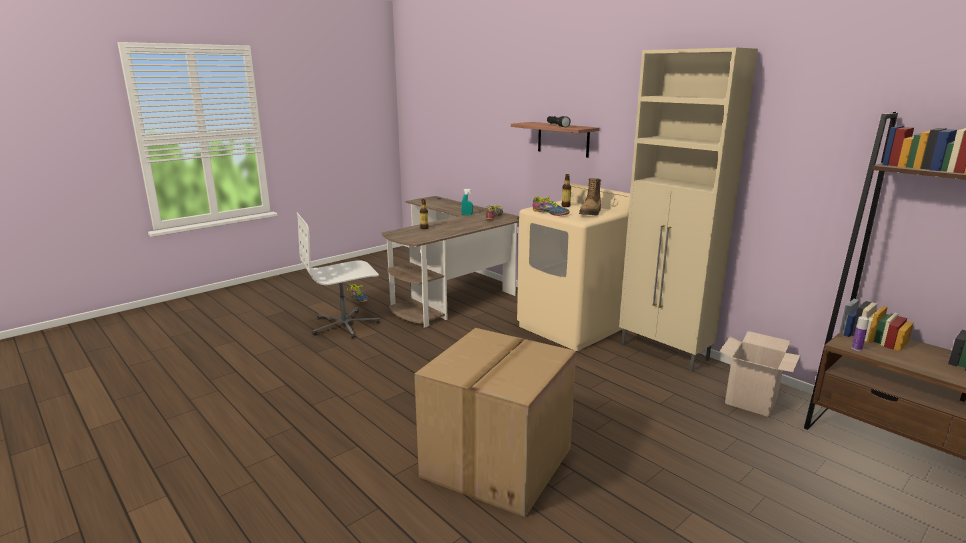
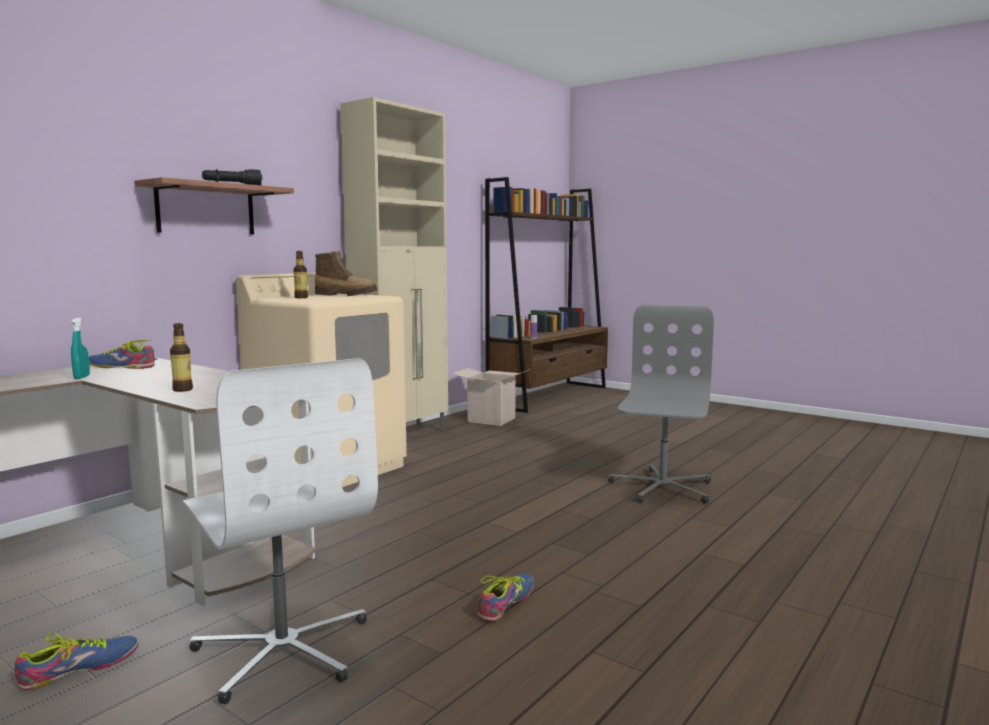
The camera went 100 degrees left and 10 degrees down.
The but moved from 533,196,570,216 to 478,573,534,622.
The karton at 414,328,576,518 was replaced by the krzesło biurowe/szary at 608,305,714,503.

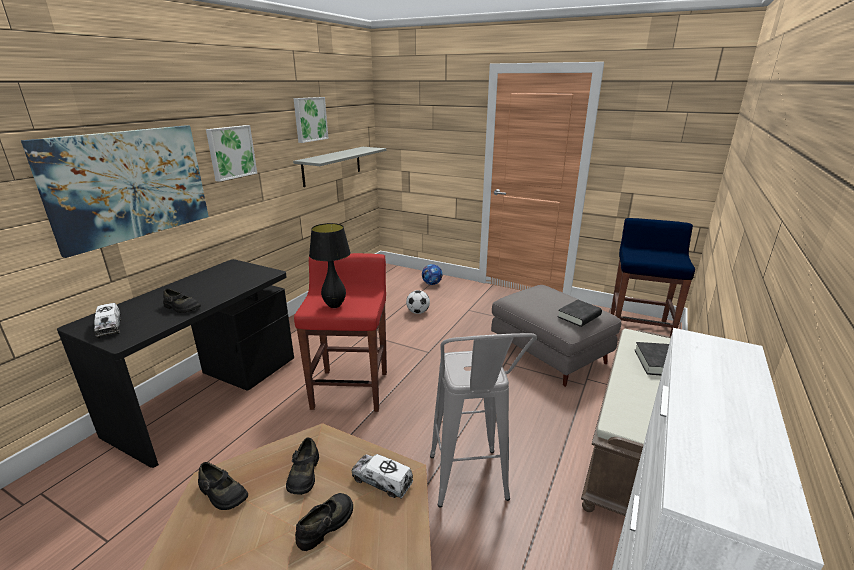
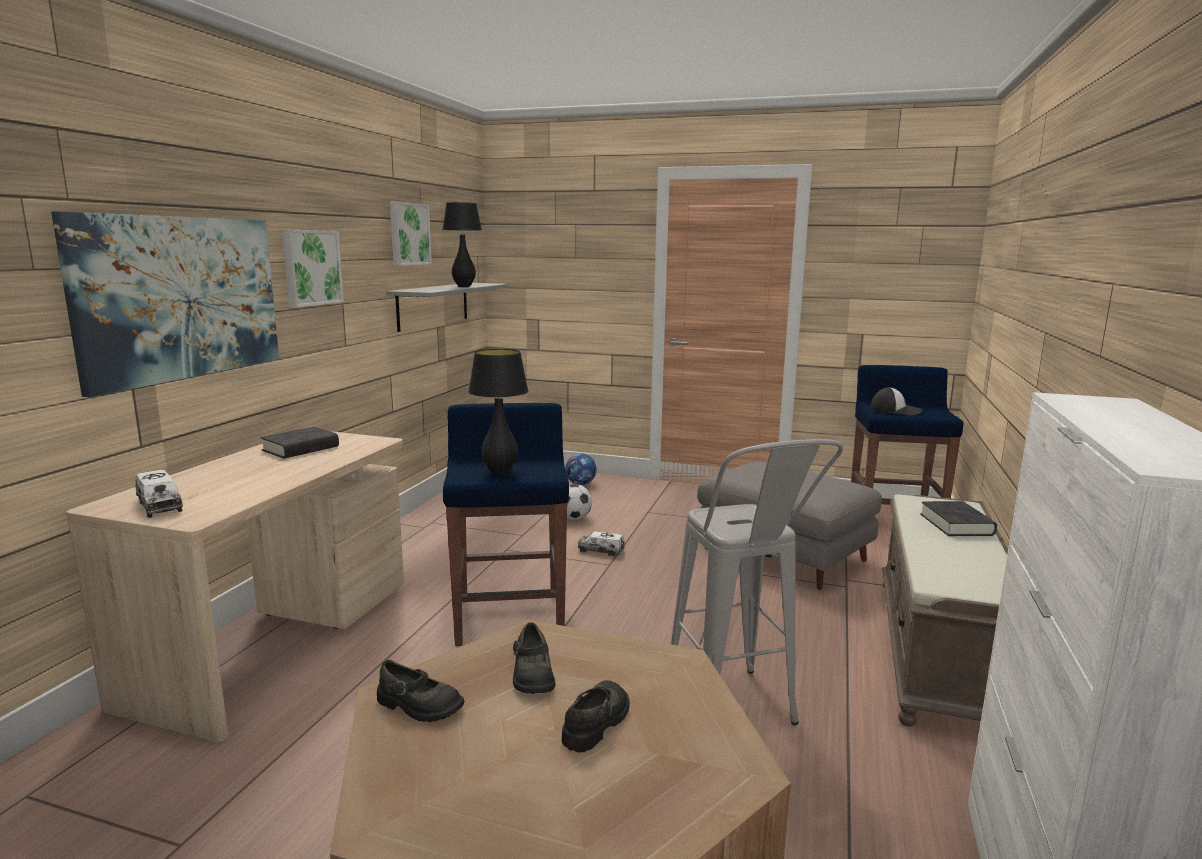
The camera went 10 degrees left and 10 degrees down.
The but/czarny at 163,288,201,313 disappeared.
The lampa stołowa/czarny at 442,202,482,287 appeared.
The czapka z daszkiem at 870,387,922,415 appeared.
The ciężarówka zabawkowa moved from 352,454,413,499 to 578,531,625,556.
The książka/czarny moved from 558,300,602,327 to 260,427,339,459.
The biurko/czarny at 57,259,294,468 became the biurko/beżowy at 66,432,404,742.
The stołek/czerwony at 294,253,387,412 became the stołek/niebieski at 443,403,569,646.

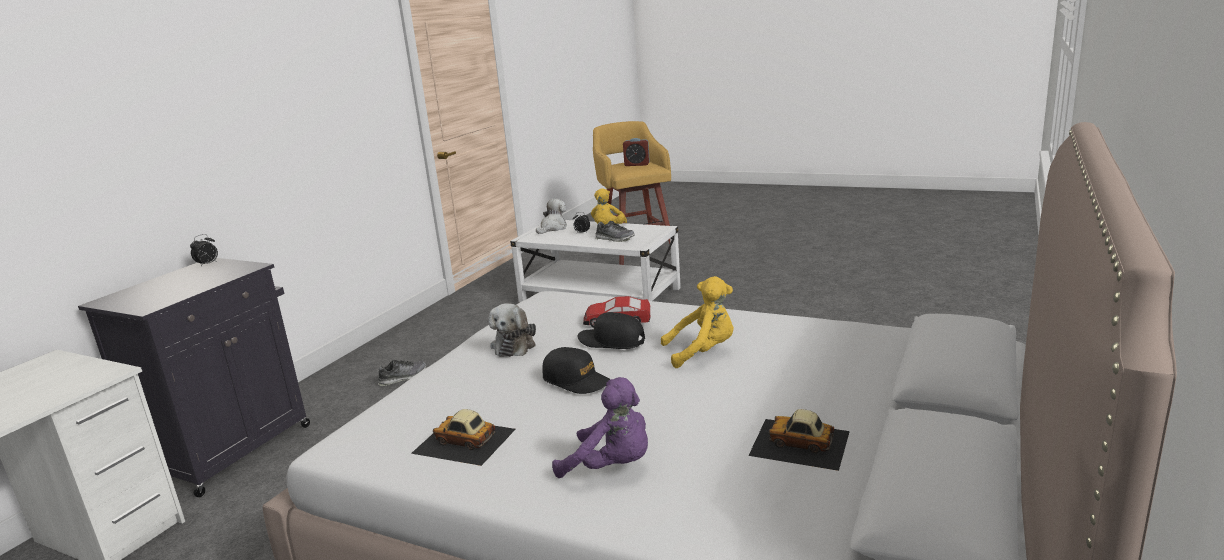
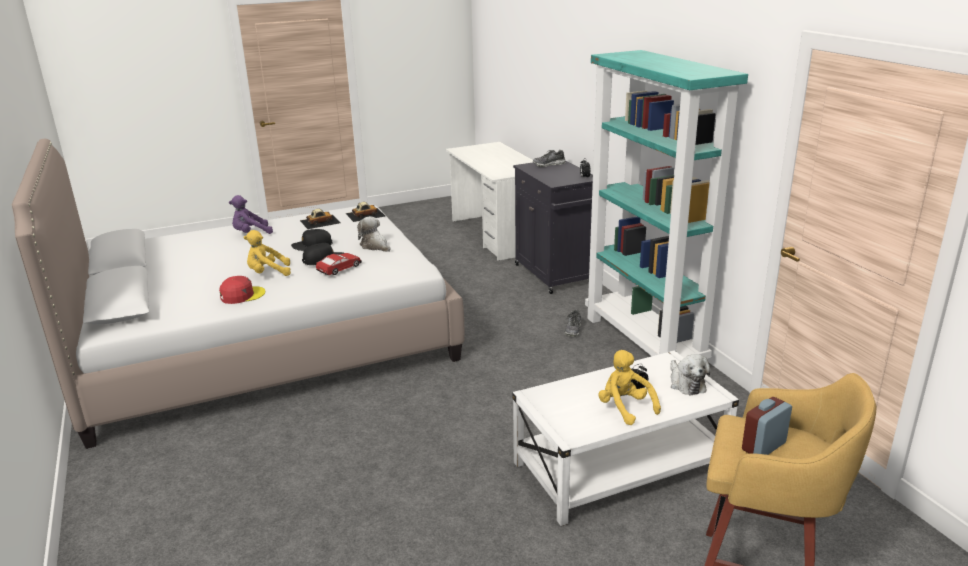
The camera went 130 degrees right and 5 degrees up.
The czapka z daszkiem/czerwony at 219,276,266,304 appeared.
The regał/turkusowy at 585,50,748,359 appeared.
The but moved from 595,221,635,242 to 533,150,566,167.
The samochodzik moved from 748,409,850,471 to 345,202,385,222.
The pluszak/żółty at 661,276,734,368 turned 45 degrees clockwise.

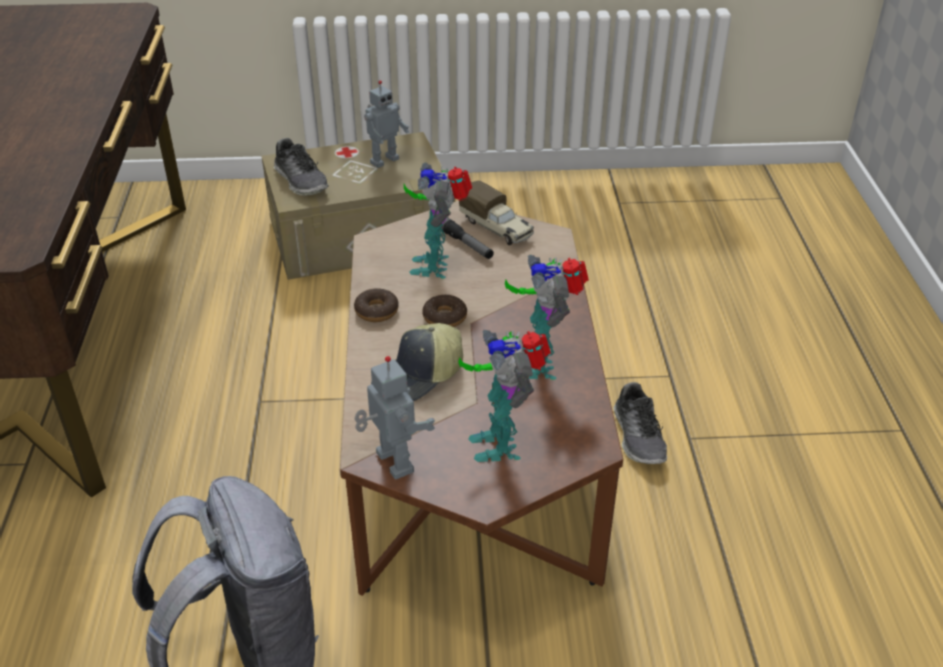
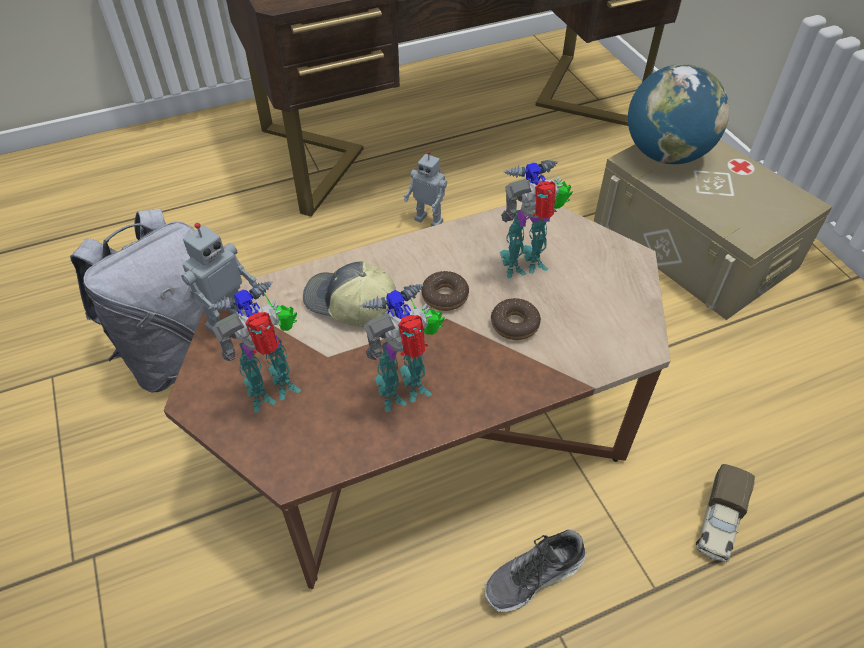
The camera went 70 degrees right and 10 degrees up.
The latarka at 441,217,494,259 disappeared.
The donut moved from 354,288,399,322 to 491,298,541,340.
The robot zabawkowy moved from 364,80,409,168 to 404,151,447,226.
The ciężarówka zabawkowa moved from 459,180,534,245 to 696,464,755,562.
The but at 274,138,329,196 was replaced by the globus at 628,64,730,164.

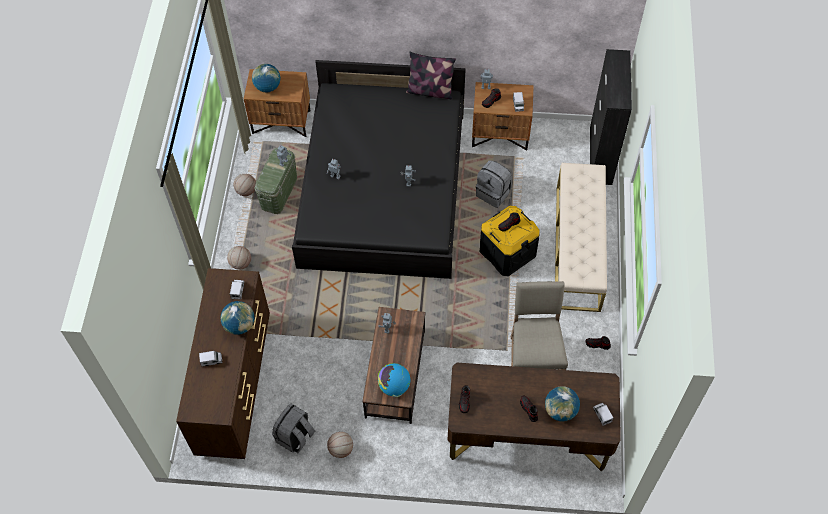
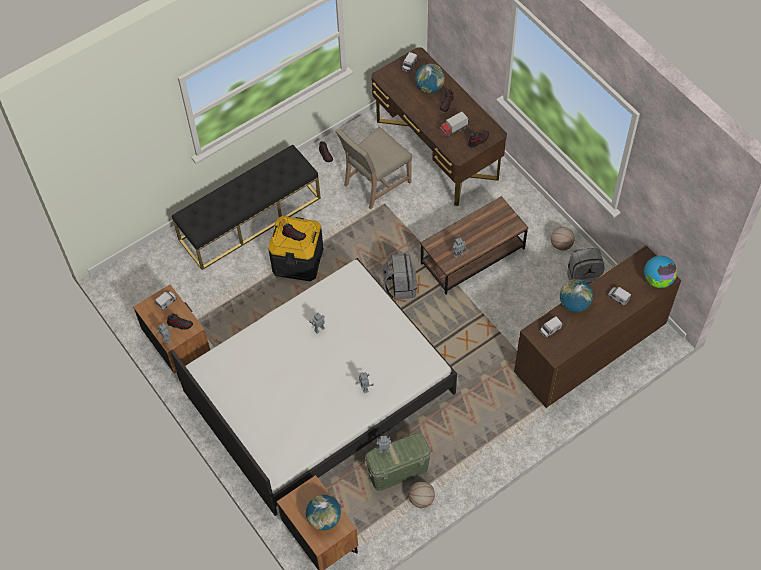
The camera went 130 degrees left and 0 degrees up.
The piłka do koszykówki at 227,246,251,270 disappeared.
The poduszka at 406,51,456,99 disappeared.
The szafka/czarny at 590,49,632,185 disappeared.
The ciężarówka zabawkowa at 439,112,468,138 appeared.
The globus moved from 378,363,410,397 to 644,256,677,288.
The plecak/szary moved from 476,160,512,208 to 383,254,417,300.
The łóżko/czarny at 292,60,466,279 became the łóżko/biały at 170,258,457,516.
The ławka/beżowy at 555,163,607,312 became the ławka/czarny at 172,144,321,270.

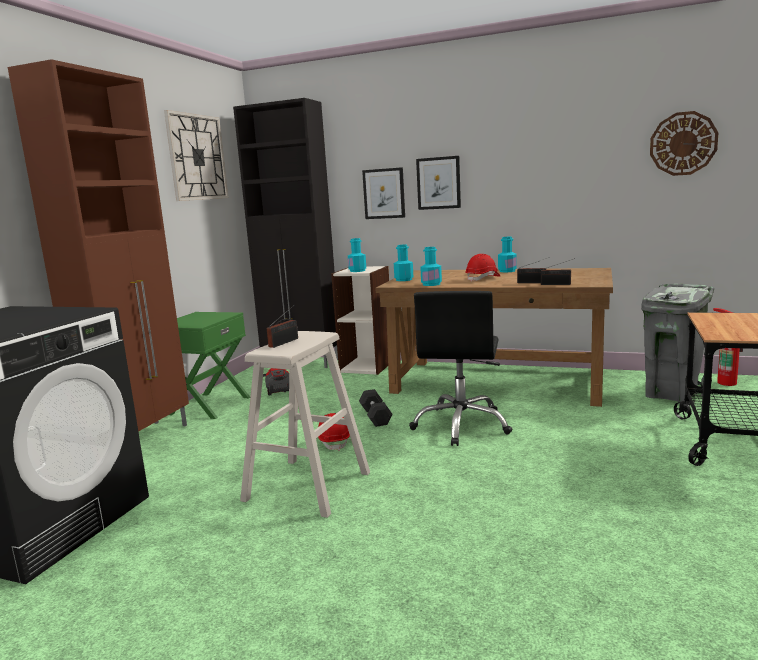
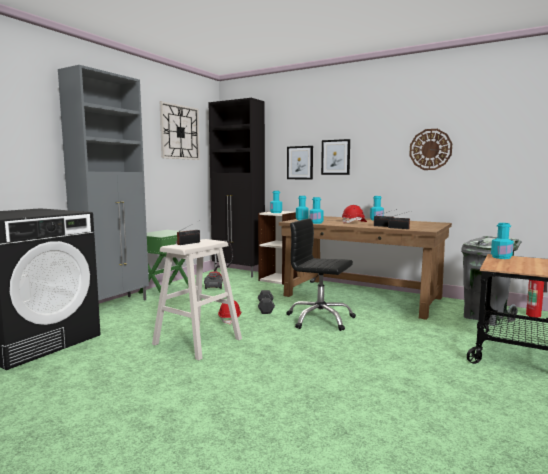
The camera went 10 degrees right and 5 degrees down.
The butelka/turkusowy at 491,223,514,259 appeared.
The zegar ścienny moved from 650,111,718,176 to 409,129,452,170.
The szafka/brązowy at 8,59,189,432 became the szafka/szary at 58,65,149,300.
The krzesło biurowe/czarny at 409,291,512,446 turned 90 degrees clockwise.

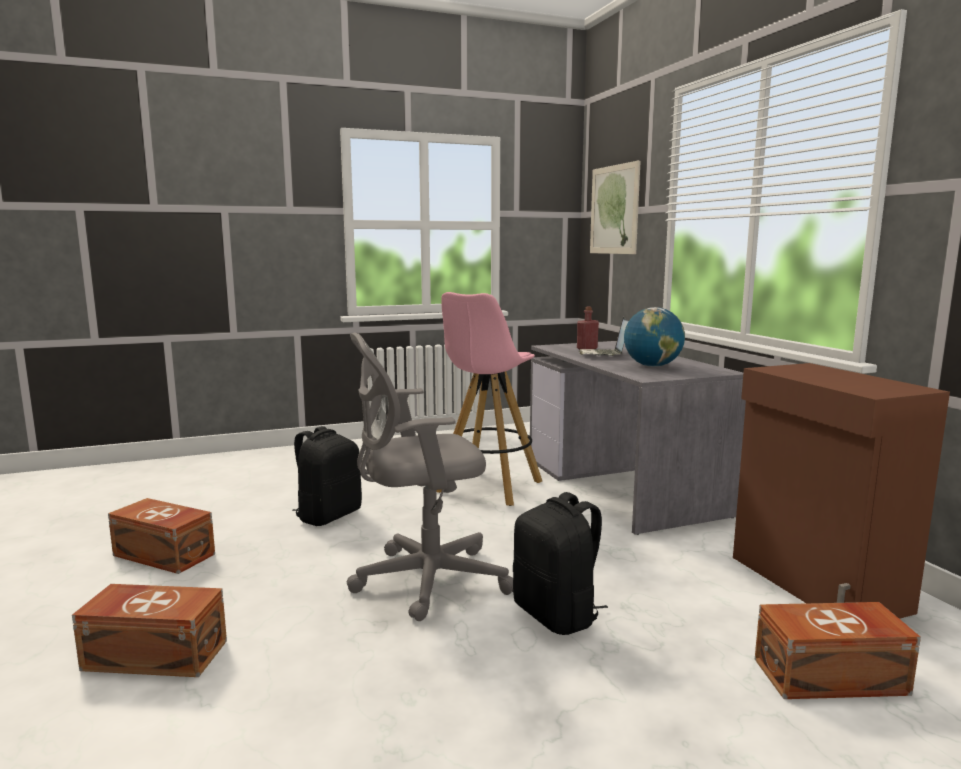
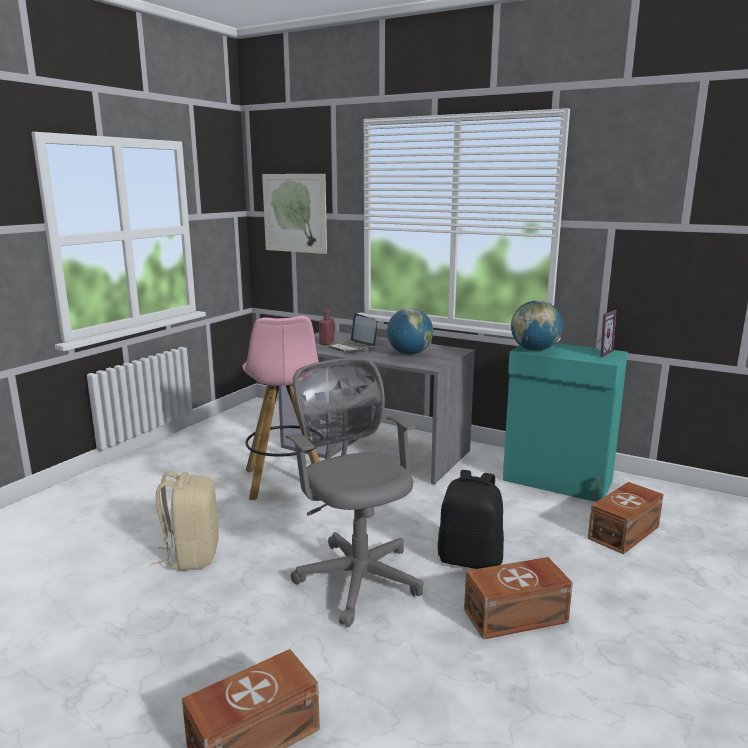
The camera went 40 degrees left and 5 degrees up.
The globus at 511,300,563,351 appeared.
The ramka na zdjęcie at 592,310,616,357 appeared.
The pojemnik do przechowywania/brązowy moved from 108,498,215,574 to 464,557,573,640.
The plecak/czarny at 292,426,362,526 became the plecak/beżowy at 152,471,219,571.
The szafka/brązowy at 733,363,950,619 became the szafka/turkusowy at 503,343,628,502.
The krzesło biurowe/szary at 346,332,513,621 turned 120 degrees clockwise.

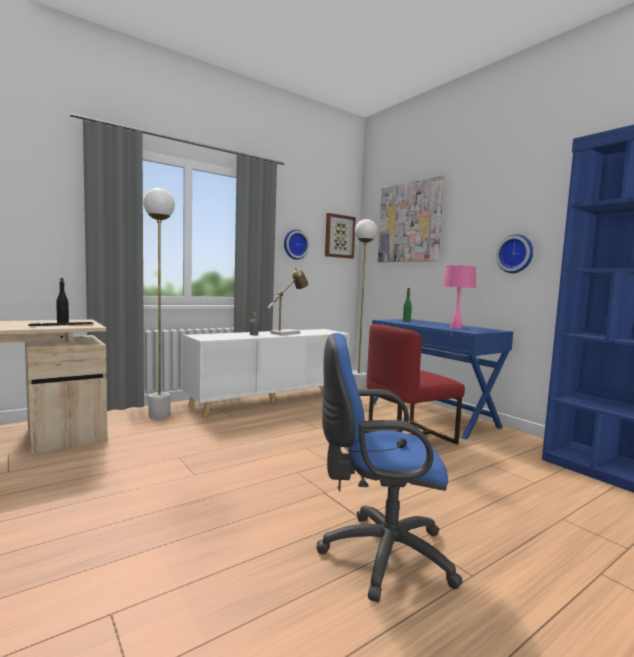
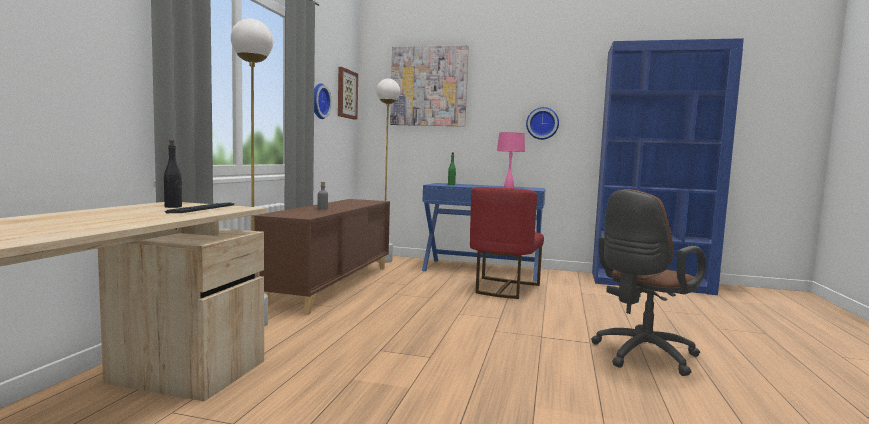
The camera went 40 degrees left and 0 degrees up.
The lampa stołowa at 267,268,308,335 disappeared.
The szafka/biały at 183,329,349,418 became the szafka/brązowy at 254,199,390,315.
The krzesło biurowe/niebieski at 317,333,463,602 became the krzesło biurowe/brązowy at 591,189,706,376.

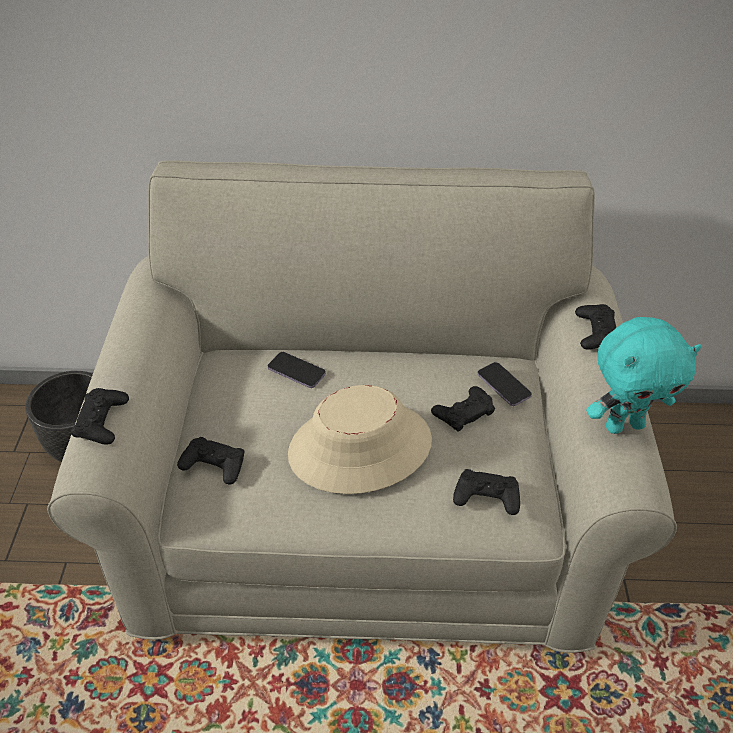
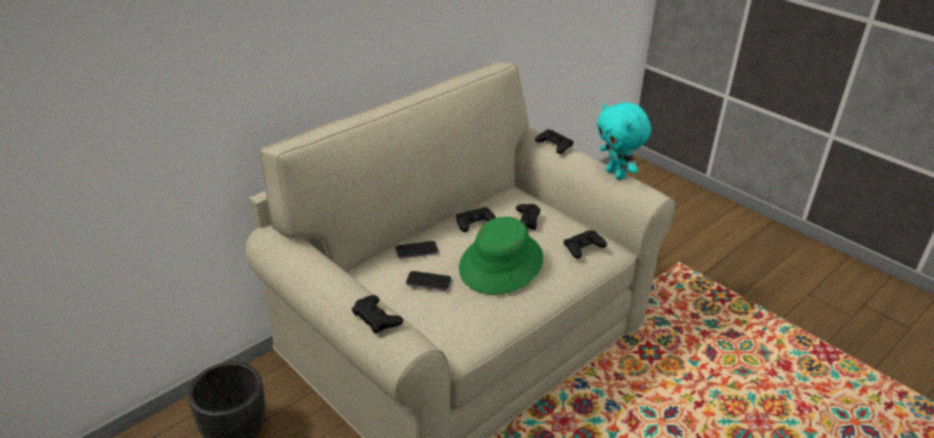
The camera went 45 degrees left and 10 degrees down.
The pad do gier/czarny moved from 177,437,244,485 to 456,207,496,232.
The telefon moved from 478,362,532,406 to 406,271,451,291.
The kapelusz/beżowy at 288,385,432,494 became the kapelusz/zielony at 459,217,543,295.
The pluszak/turkusowy at 586,317,702,434 turned 120 degrees clockwise.

